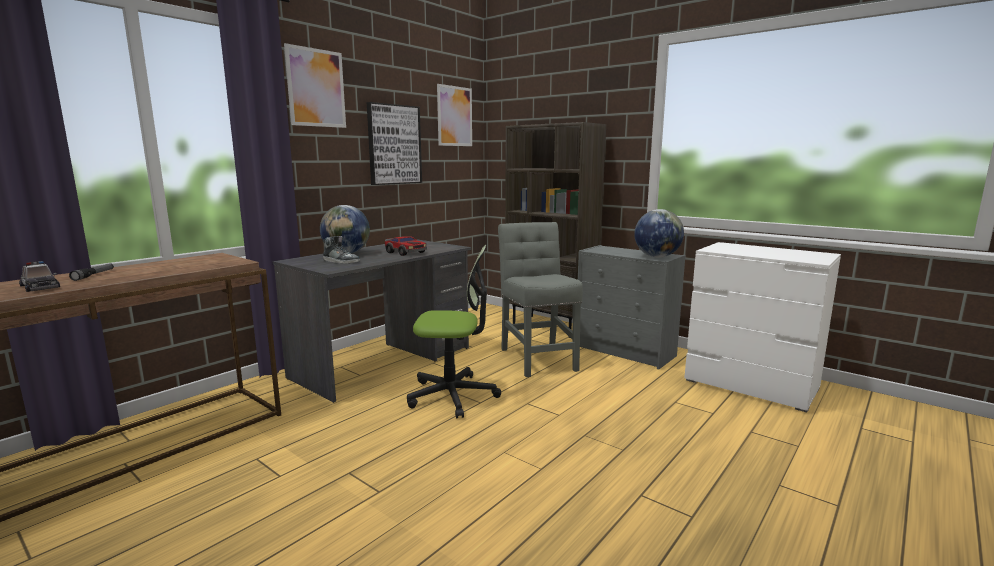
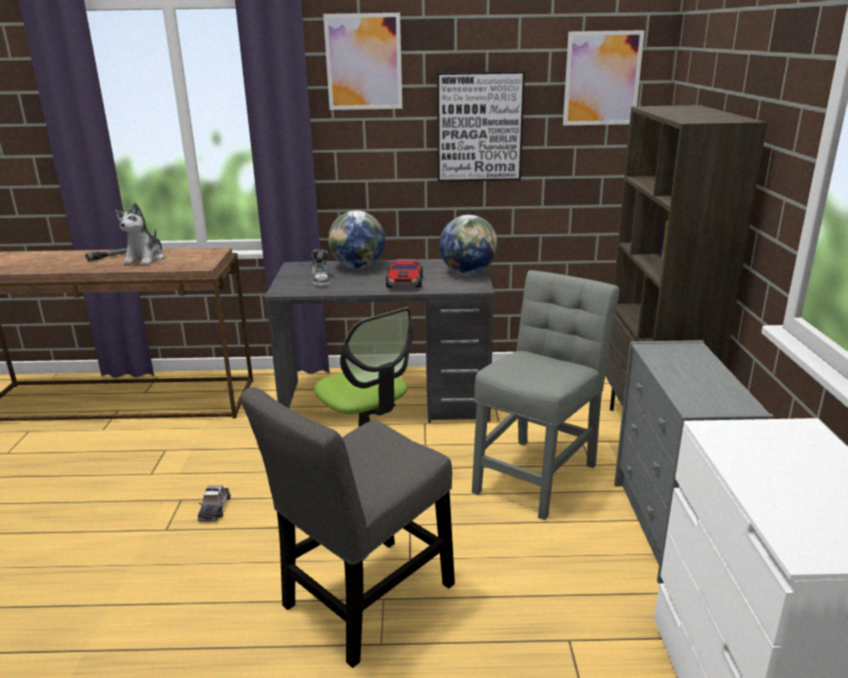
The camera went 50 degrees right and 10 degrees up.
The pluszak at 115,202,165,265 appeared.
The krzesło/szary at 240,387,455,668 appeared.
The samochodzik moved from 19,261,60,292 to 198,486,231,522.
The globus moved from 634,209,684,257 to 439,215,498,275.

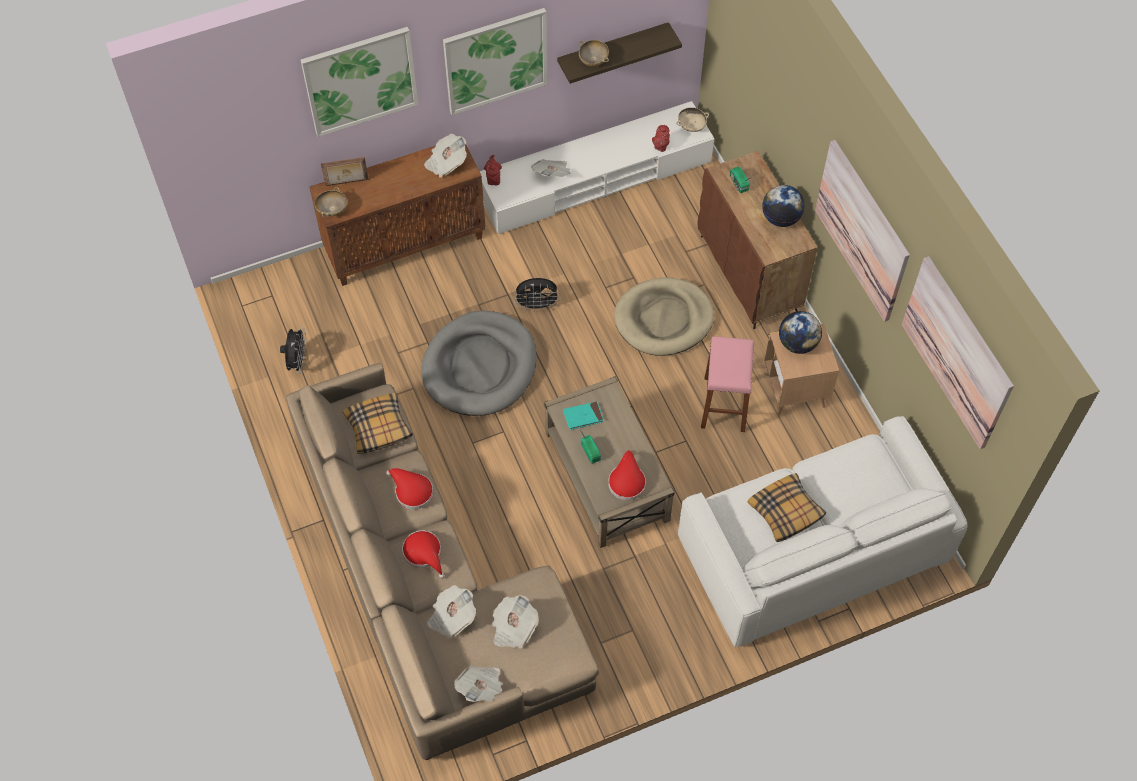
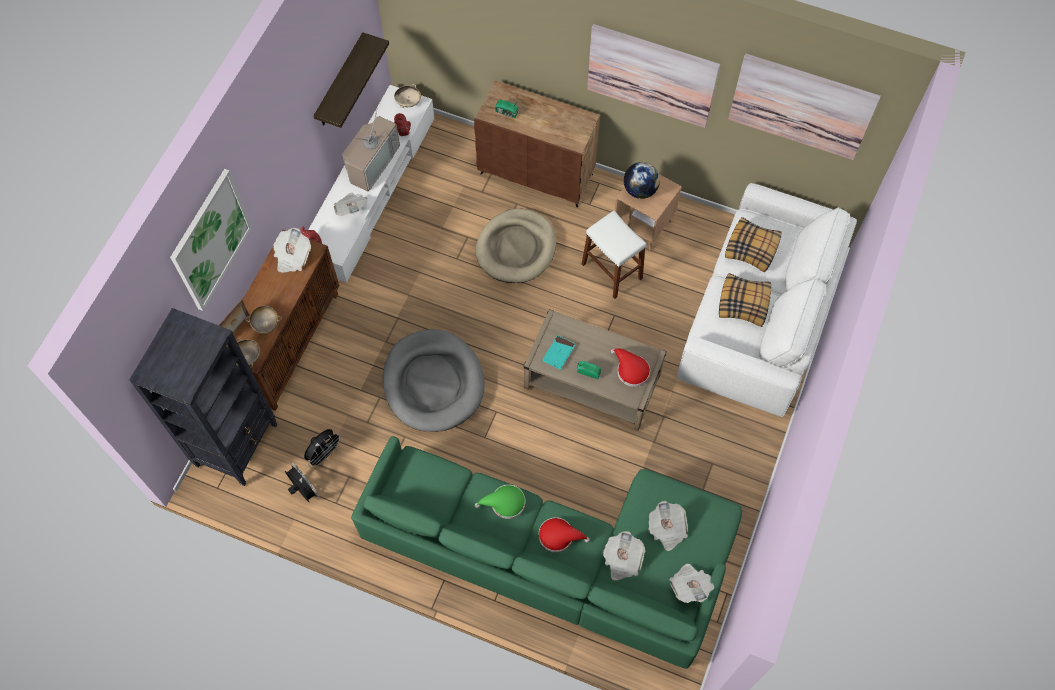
The camera went 45 degrees left and 5 degrees up.
The obraz at 443,8,548,115 disappeared.
The globus at 762,185,805,227 disappeared.
The regał/czarny at 129,308,277,486 appeared.
The telewizor at 342,108,400,191 appeared.
The poduszka moved from 343,393,413,454 to 725,217,781,272.
The wentylator/czarny moved from 514,278,560,311 to 304,429,342,469.
The miska/beżowy moved from 579,40,609,66 to 245,306,282,334.
The kanapa/beżowy at 286,363,599,760 became the kanapa/zielony at 351,436,742,669.
The kapelusz/czerwony at 386,468,433,509 became the kapelusz/zielony at 475,485,525,519.
The stołek/różowy at 701,336,754,432 became the stołek/biały at 582,211,647,299.

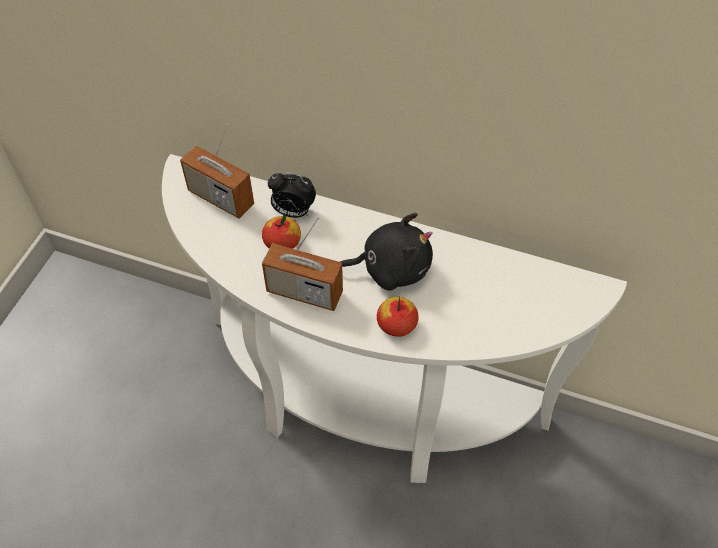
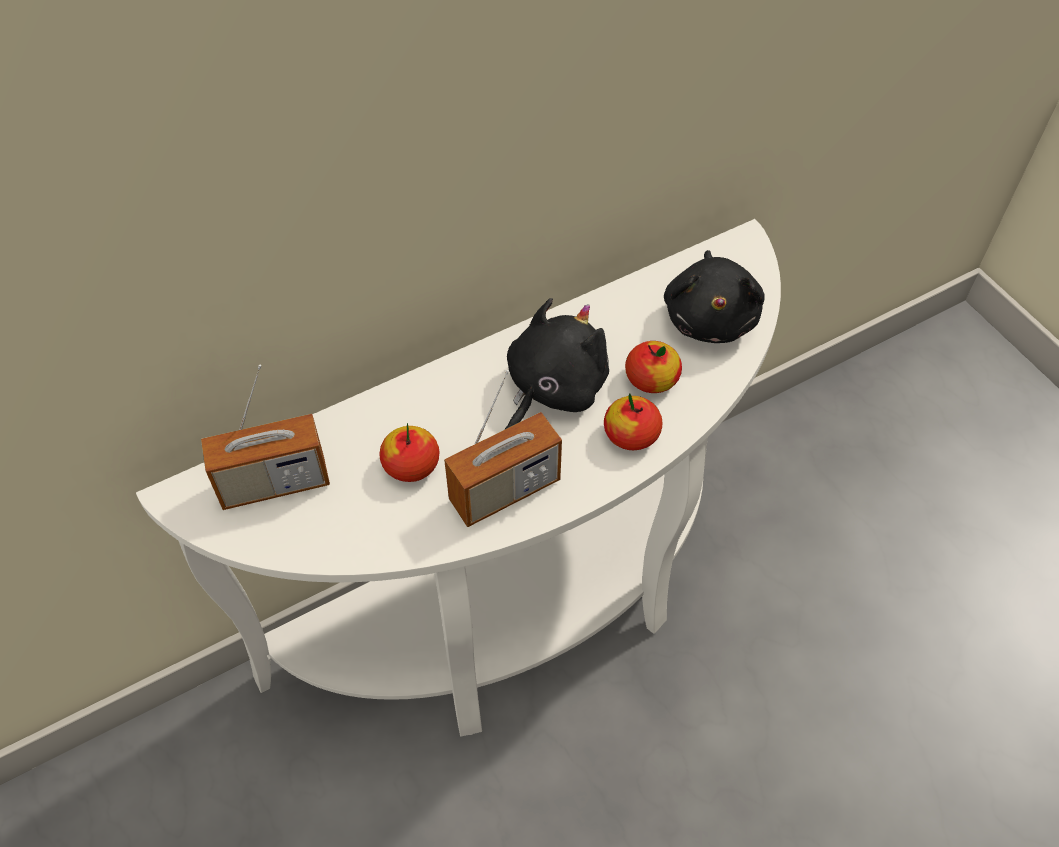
The camera went 50 degrees left and 0 degrees up.
The budzik at 268,172,316,218 disappeared.
The jabłko at 625,341,682,393 appeared.
The pluszak/czarny at 664,250,764,343 appeared.

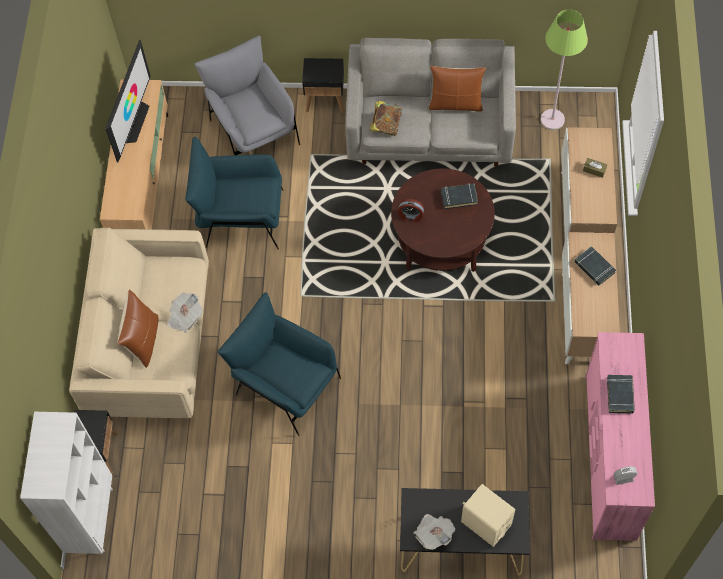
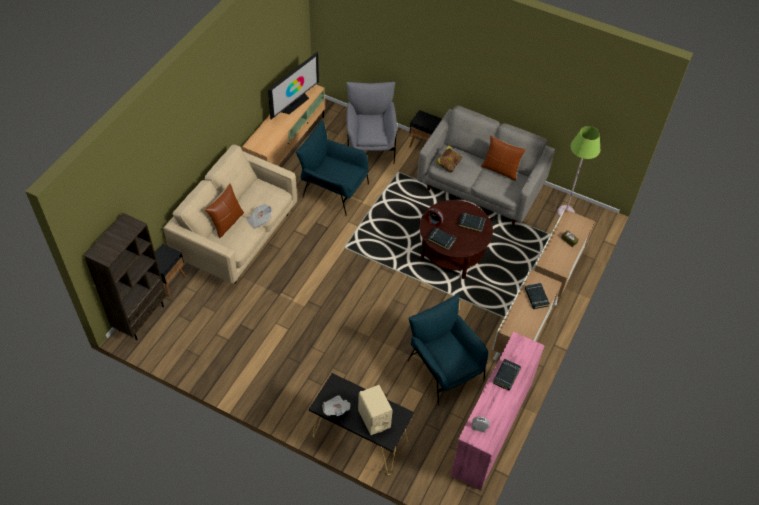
The camera went 20 degrees right and 10 degrees down.
The książka/czarny at 427,227,456,251 appeared.
The fotel/niebieski moved from 218,292,341,436 to 408,294,488,406.
The regał/biały at 20,412,113,554 became the regał/brązowy at 84,213,167,340.

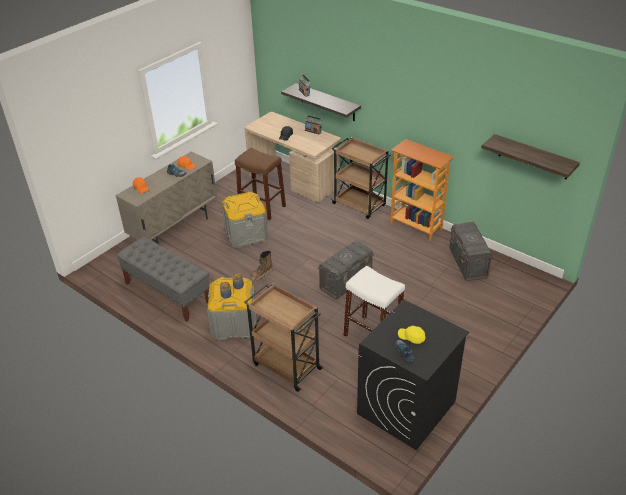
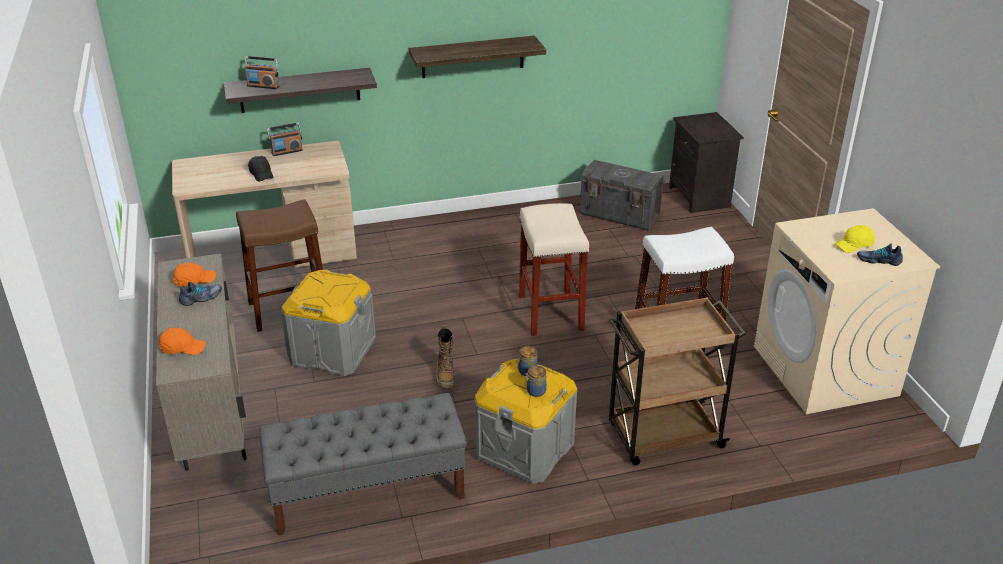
The camera went 55 degrees left and 5 degrees down.
The wózek/brązowy at 331,137,391,219 disappeared.
The regał at 390,139,454,241 disappeared.
The szafka nocna/czarny at 669,112,744,213 appeared.
The półka moved from 481,134,580,179 to 409,36,546,78.
The pojemnik do przechowywania/szary at 318,240,374,300 was replaced by the stołek/beżowy at 519,203,590,336.
The pralka/czarny at 357,299,469,450 became the pralka/beżowy at 754,208,940,414.

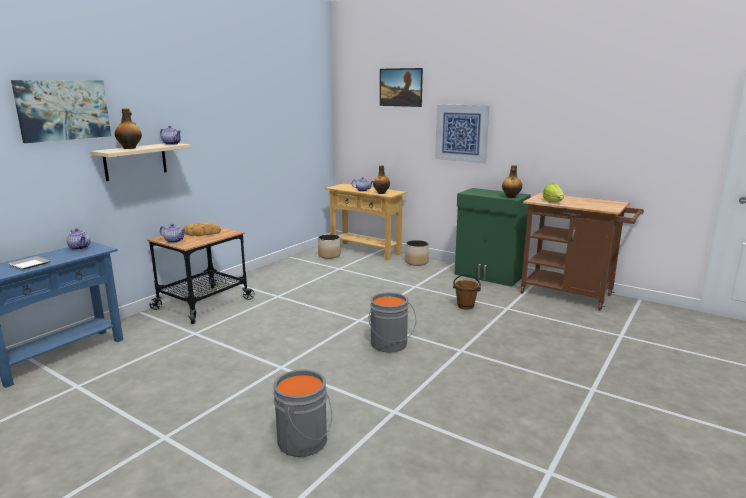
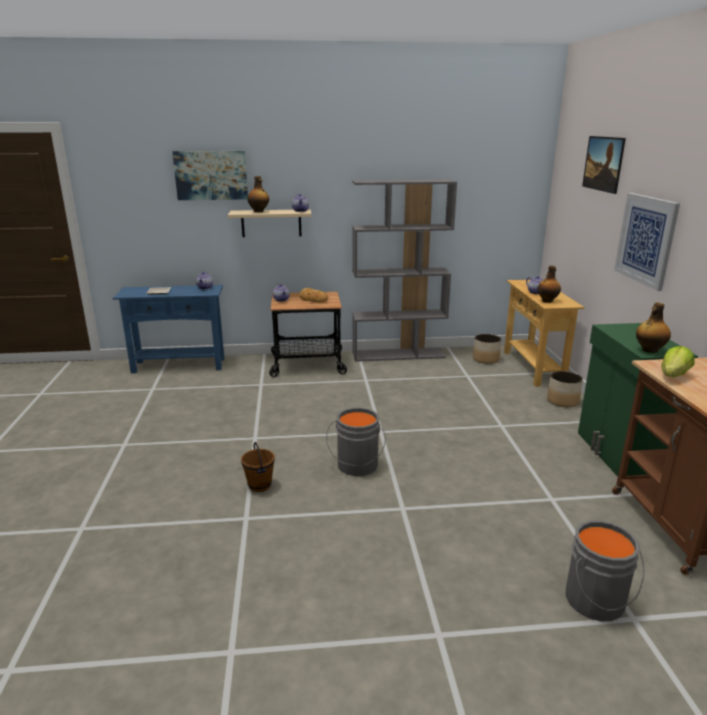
The camera went 50 degrees right and 5 degrees up.
The regał/szary at 352,179,457,362 appeared.
The wiadro/szary moved from 273,369,332,457 to 565,520,644,621.
The wiadro/brązowy moved from 453,274,481,310 to 241,442,275,492.

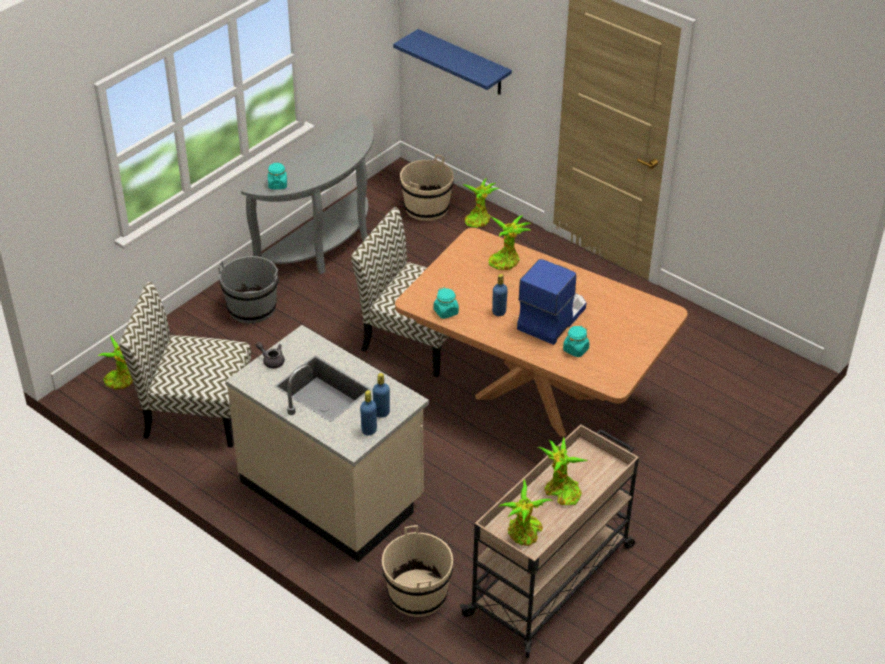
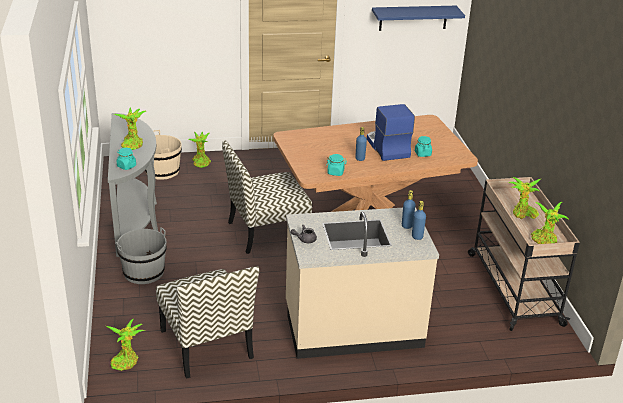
The camera went 50 degrees left and 10 degrees down.
The wiadro/beżowy at 382,525,453,617 disappeared.
The półka/niebieski moved from 393,29,512,95 to 372,6,465,31.
The roślina doniczkowa moved from 489,215,532,270 to 113,107,146,150.
The krzesło at 119,282,251,448 turned 75 degrees counterclockwise.

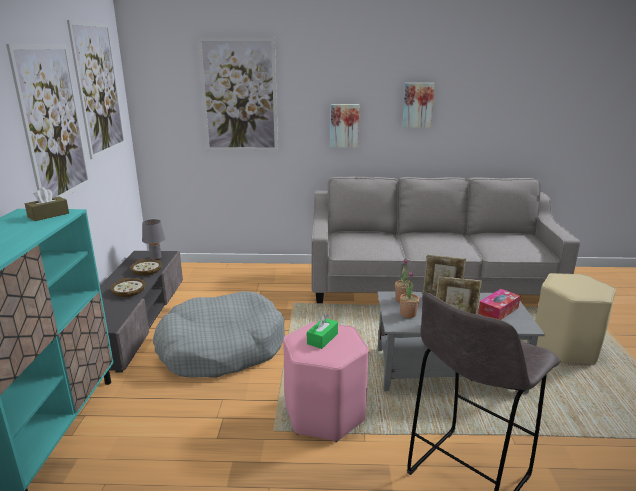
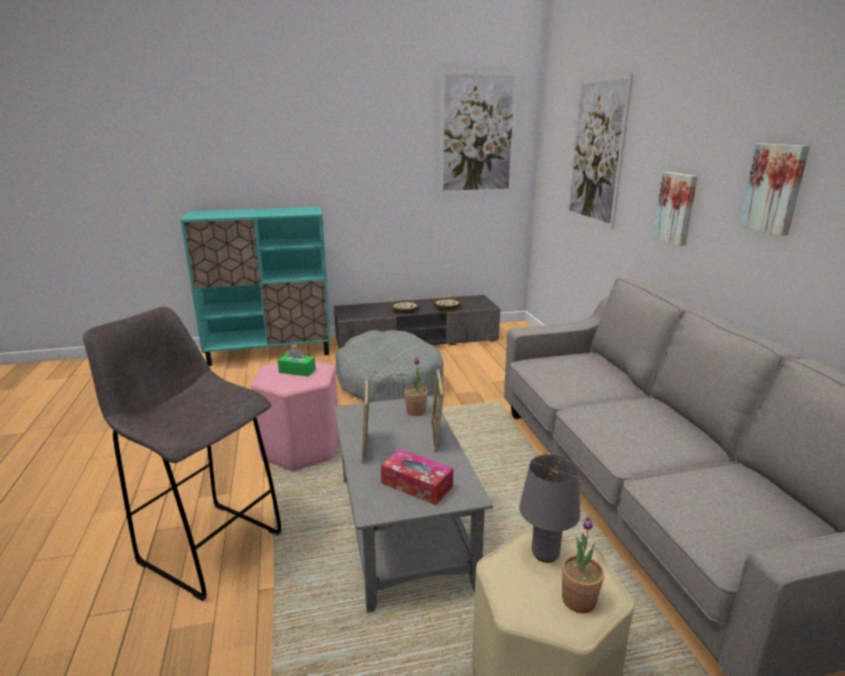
The camera went 75 degrees right and 0 degrees up.
The obraz at 6,44,90,198 disappeared.
The pudełko chusteczek/brązowy at 25,187,69,221 disappeared.
The lampa stołowa/szary moved from 142,219,165,260 to 519,455,580,563.
The roślina doniczkowa moved from 400,271,419,318 to 562,517,604,613.

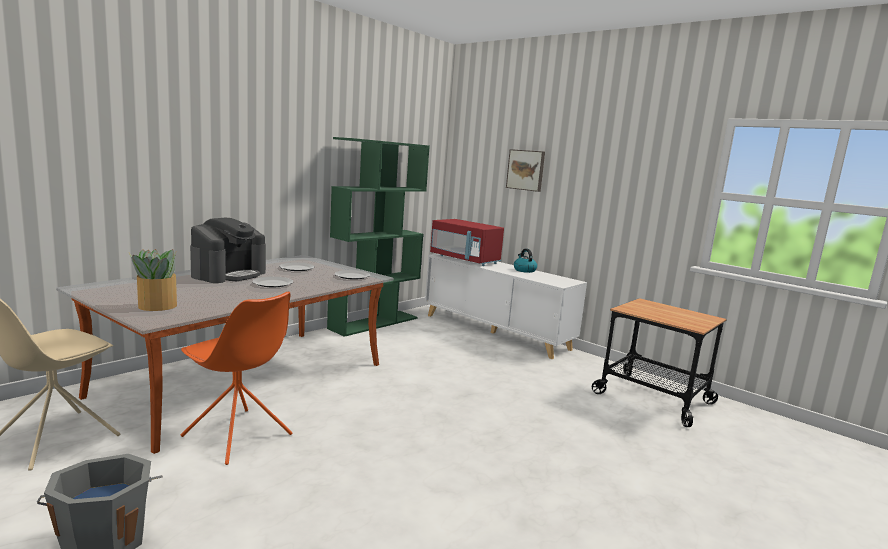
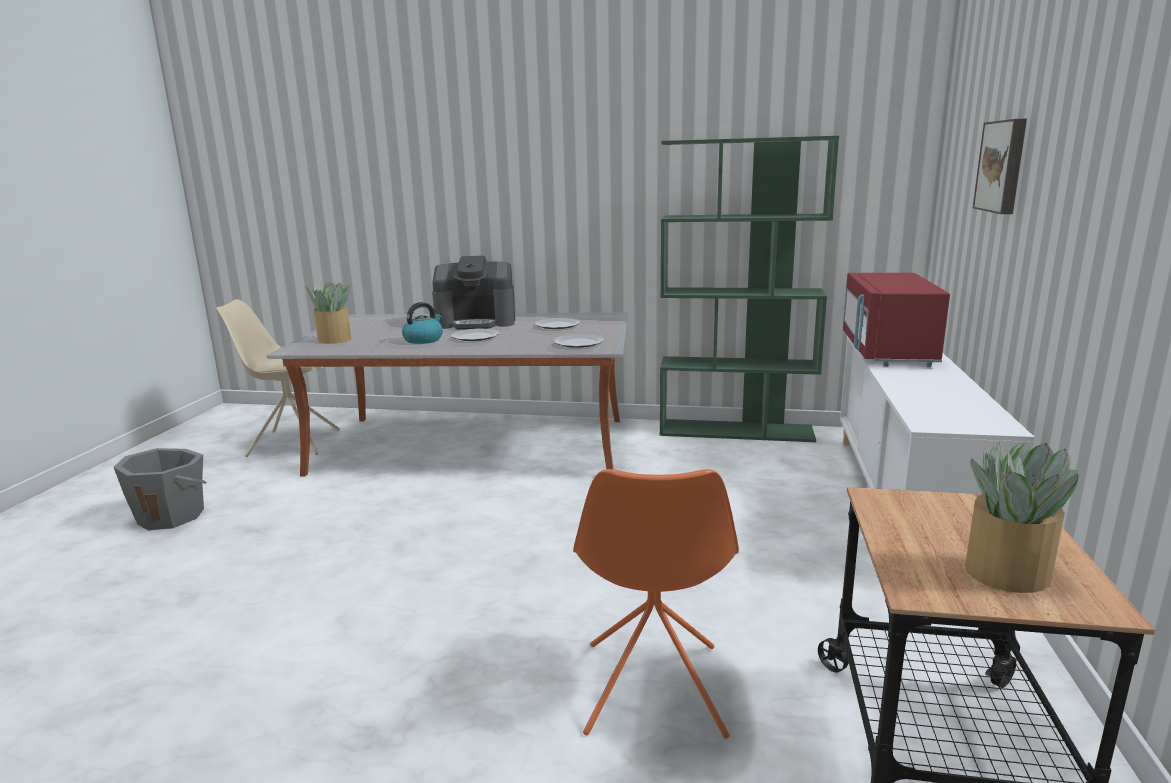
The camera went 60 degrees right and 5 degrees up.
The roślina doniczkowa at 965,442,1078,593 appeared.
The krzesło/pomarańczowy moved from 181,292,293,465 to 573,469,739,739.
The czajnik moved from 514,249,537,273 to 402,302,443,344.

